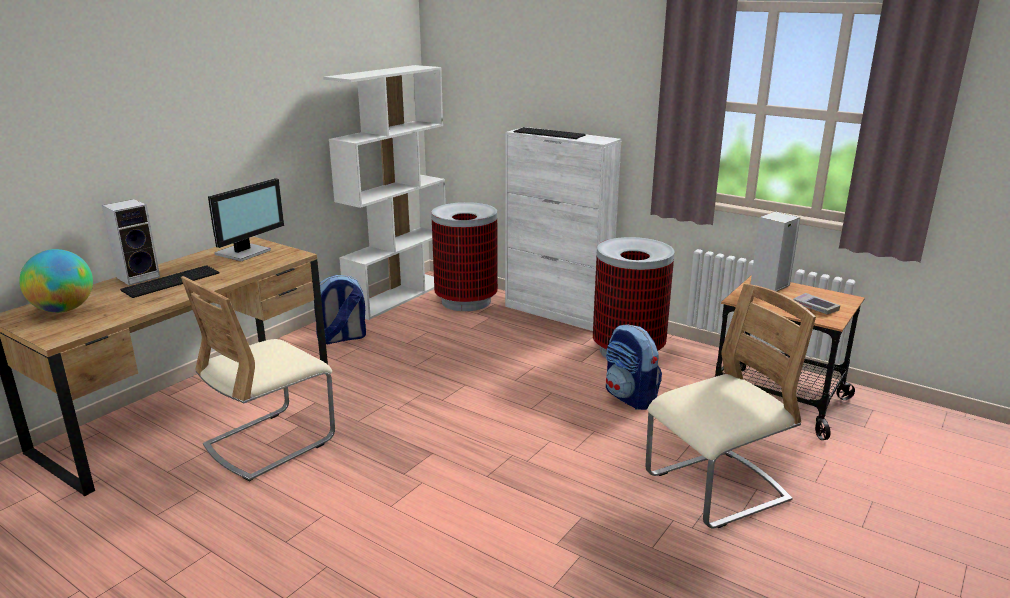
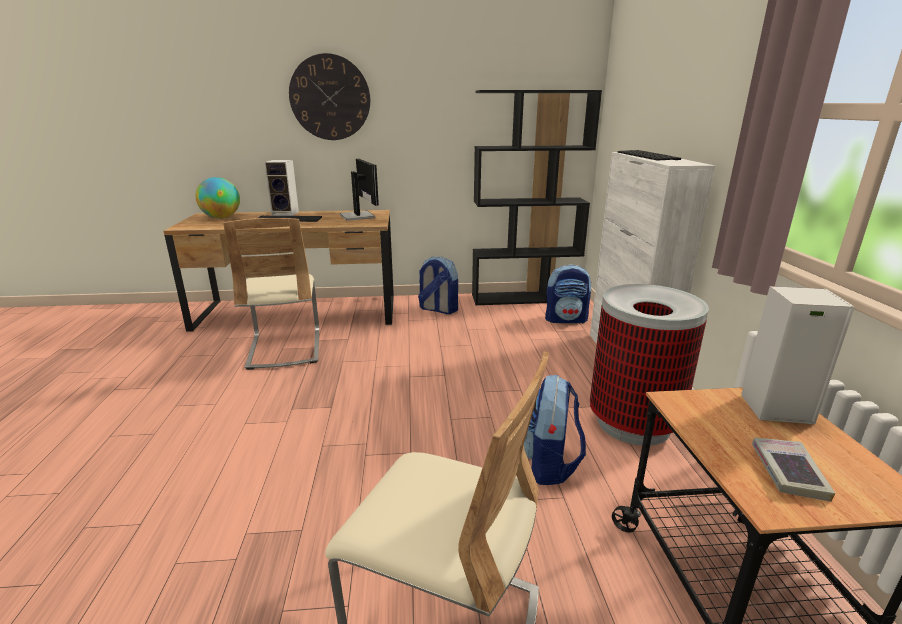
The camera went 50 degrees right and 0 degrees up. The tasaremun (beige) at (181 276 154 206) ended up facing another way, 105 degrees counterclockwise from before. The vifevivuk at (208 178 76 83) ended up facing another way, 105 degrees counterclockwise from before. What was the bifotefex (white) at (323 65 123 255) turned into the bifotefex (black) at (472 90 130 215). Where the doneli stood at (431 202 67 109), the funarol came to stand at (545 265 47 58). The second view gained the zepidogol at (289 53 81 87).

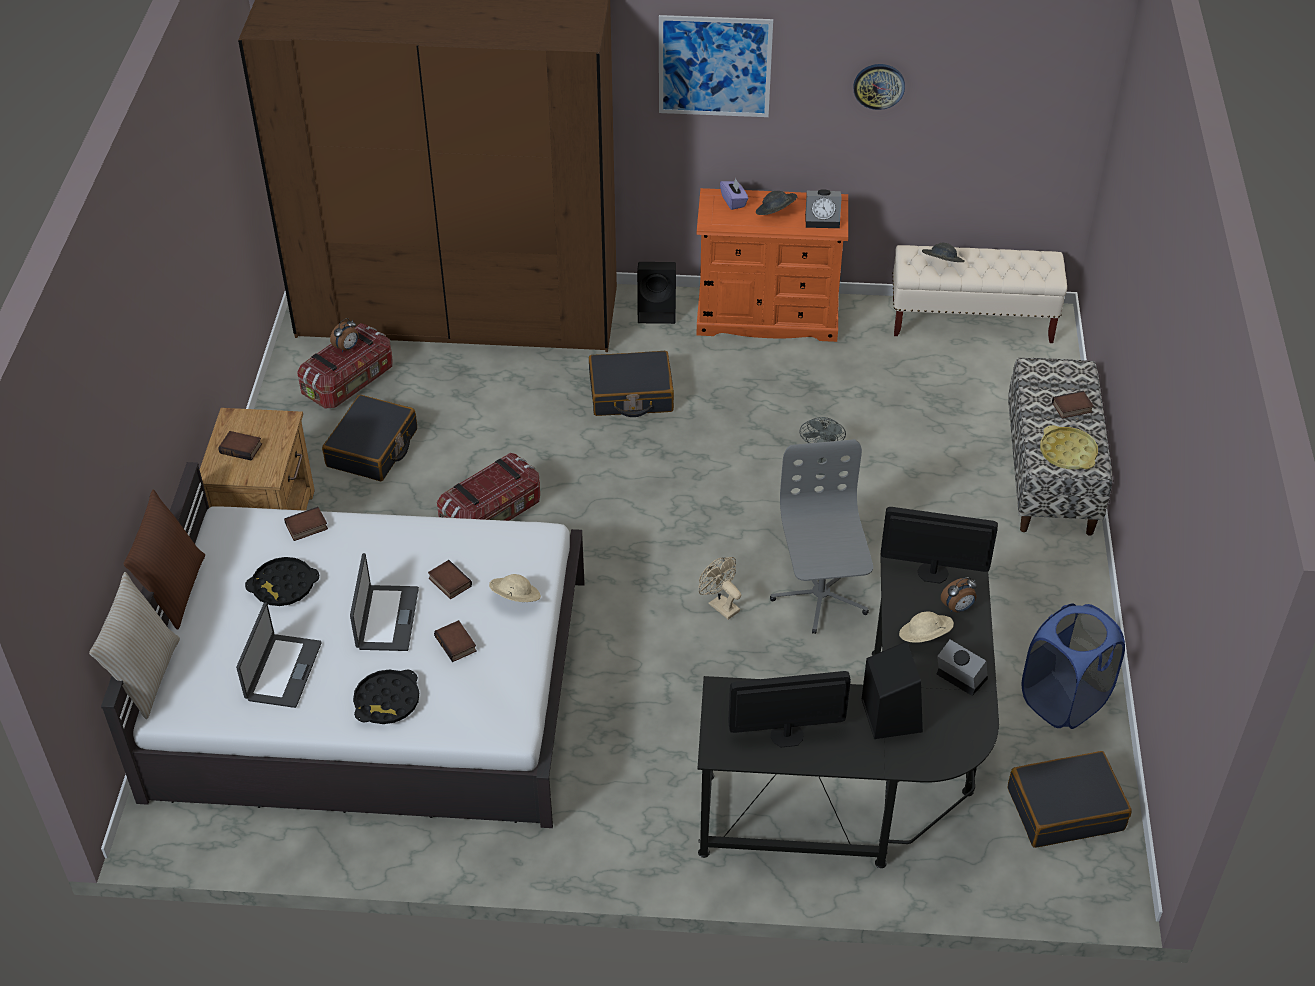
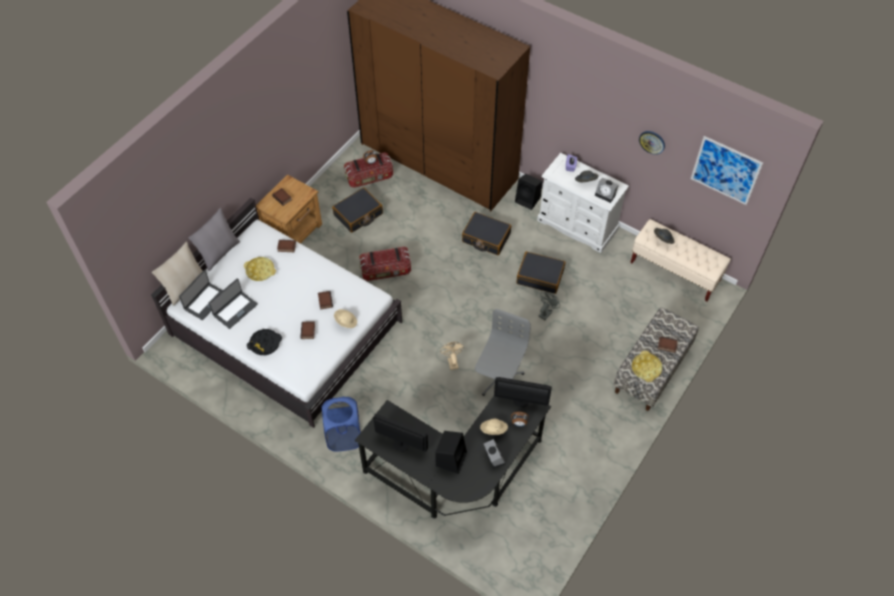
The camera went 30 degrees right and 10 degrees up. What was the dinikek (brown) at (124 490 81 140) turned into the dinikek (grey) at (188 208 52 63). What was the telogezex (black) at (245 557 74 49) turned into the telogezex (yellow) at (244 257 32 24). The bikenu ended up elsewhere, having gone from (350 553 69 98) to (179 270 44 50). The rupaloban ended up elsewhere, having gone from (659 15 114 102) to (691 136 72 69). What was the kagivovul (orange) at (697 188 151 154) turned into the kagivovul (white) at (537 153 92 100). The vifevivuk at (881 507 117 76) ended up facing another way, 150 degrees clockwise from before. The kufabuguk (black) ended up elsewhere, having gone from (1008 751 124 97) to (516 252 49 42). The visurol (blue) ended up elsewhere, having gone from (1021 603 104 126) to (321 397 40 55).

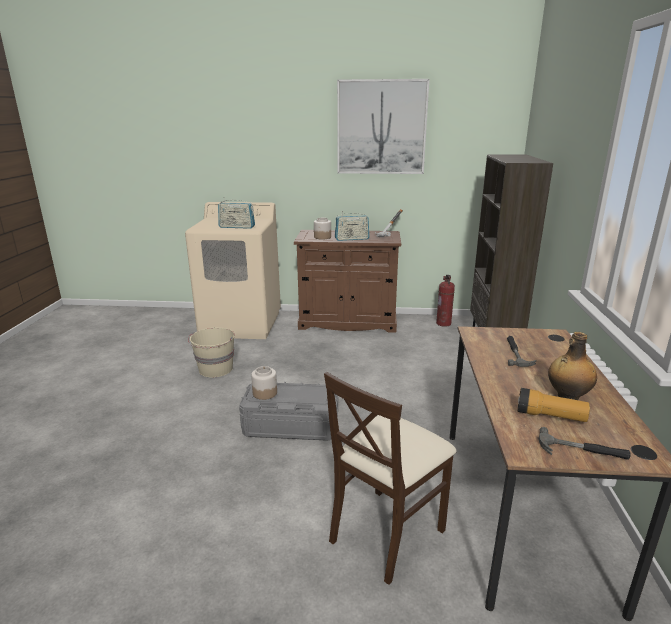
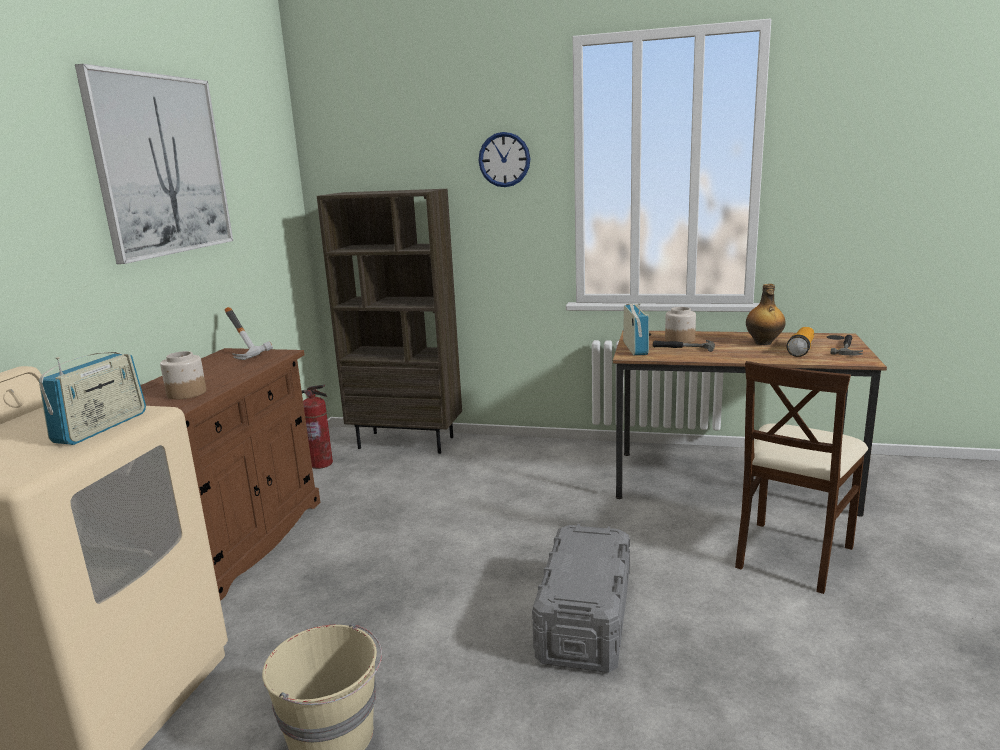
The camera went 80 degrees left and 5 degrees down. The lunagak ended up elsewhere, having gone from (251 366 26 34) to (665 307 31 36). The tasaremun (beige) at (324 372 133 213) ended up facing another way, 75 degrees clockwise from before. The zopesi ended up elsewhere, having gone from (335 211 35 30) to (623 303 26 52). The second view gained the zepidogol at (479 132 51 55).

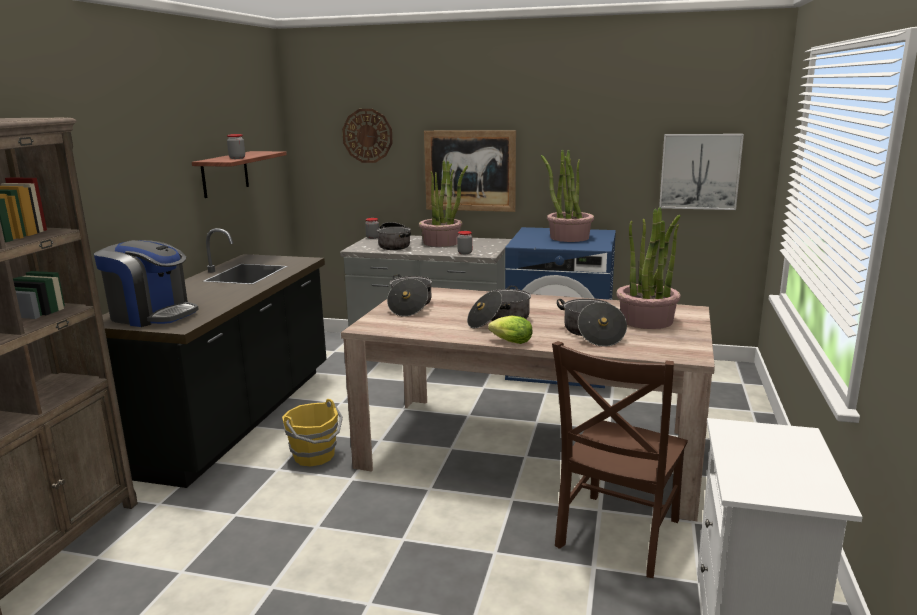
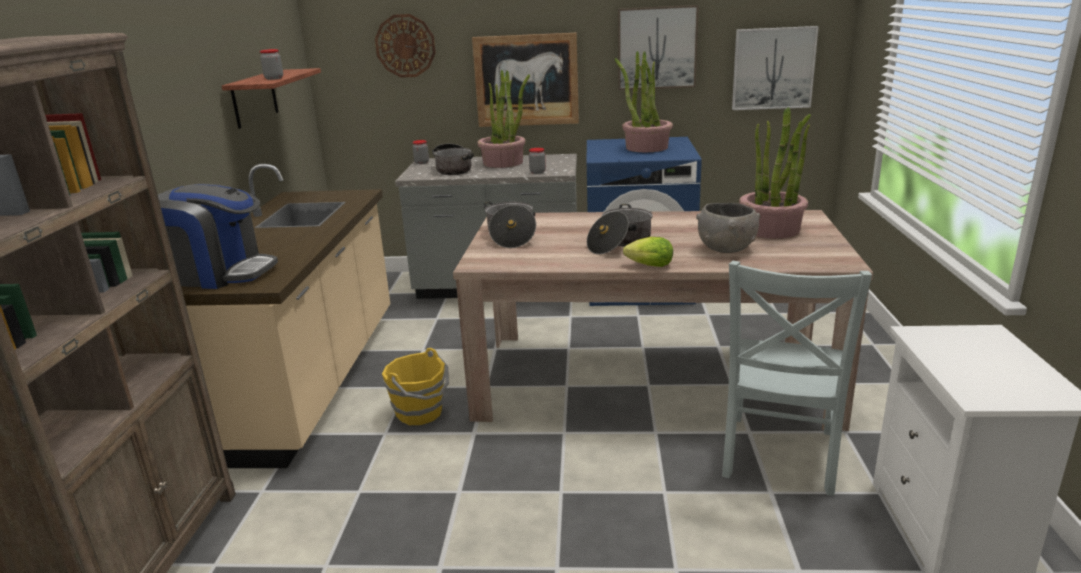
The camera went 10 degrees left and 5 degrees up. What was the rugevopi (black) at (102 228 225 260) turned into the rugevopi (beige) at (181 164 209 304). What was the tasaremun (brown) at (552 341 136 237) turned into the tasaremun (grey) at (722 261 150 234). Where the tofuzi stood at (557 299 70 48), the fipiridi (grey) came to stand at (696 203 65 50). The second view gained the rupaloban at (618 5 81 85).

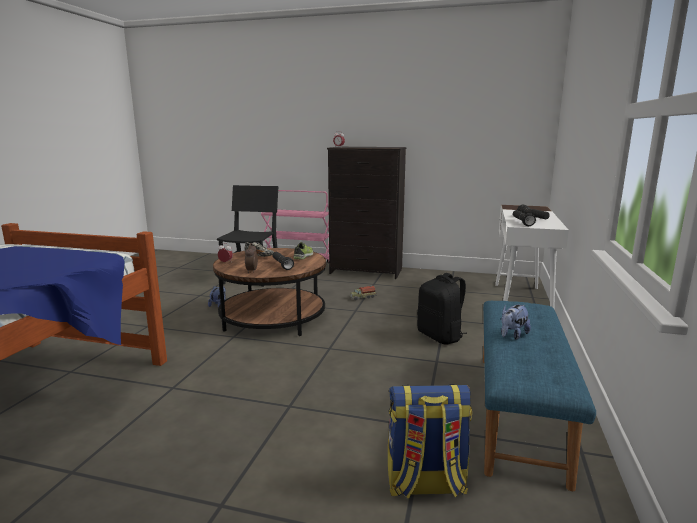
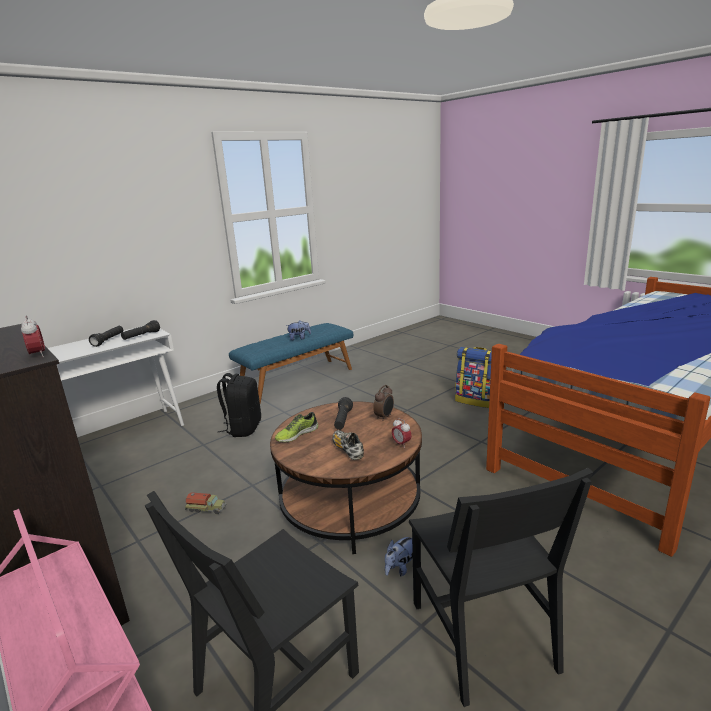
The camera went 145 degrees left and 5 degrees up. The funarol ended up elsewhere, having gone from (388 384 84 115) to (455 347 37 61). The second view gained the tasaremun (black) at (409 468 184 239).

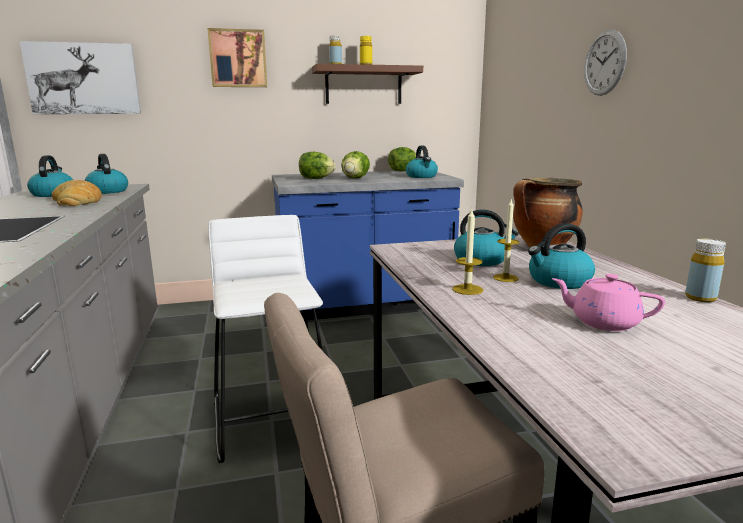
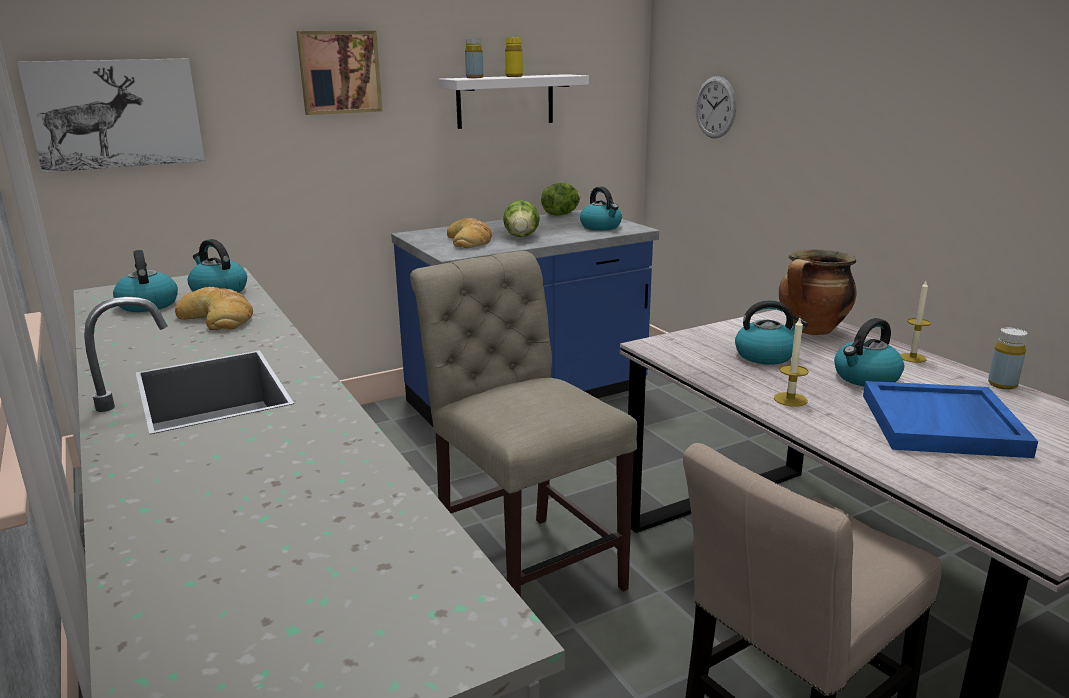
The camera went 15 degrees left and 5 degrees up. Where the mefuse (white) stood at (208 215 115 248), the tasaremun (beige) came to stand at (410 251 227 346). Where the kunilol stood at (299 152 37 27), the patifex came to stand at (447 218 45 30). What was the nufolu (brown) at (312 64 111 40) turned into the nufolu (white) at (438 74 151 55). The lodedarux ended up elsewhere, having gone from (493 198 26 84) to (900 281 31 82). Where the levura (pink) stood at (552 274 113 57), the telogezex (blue) came to stand at (863 381 175 77). The zepidogol ended up elsewhere, having gone from (584 30 43 66) to (696 76 40 62).

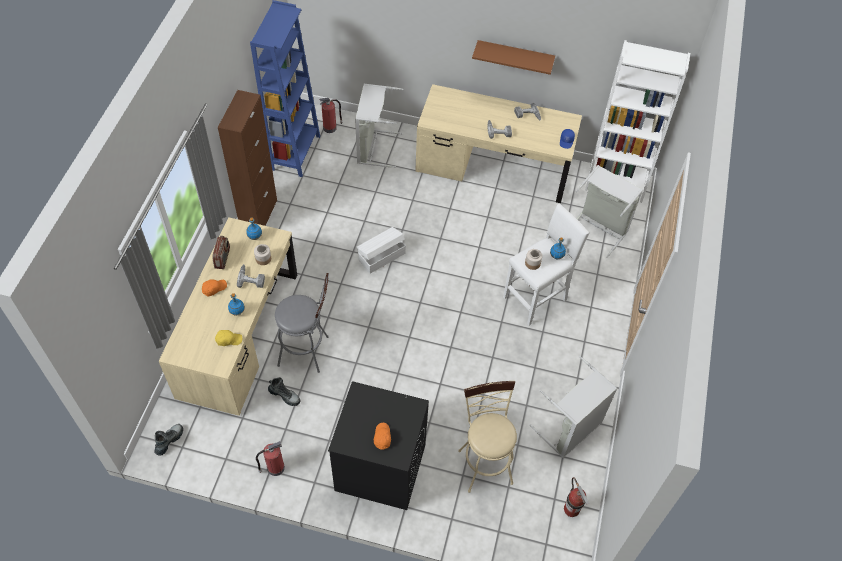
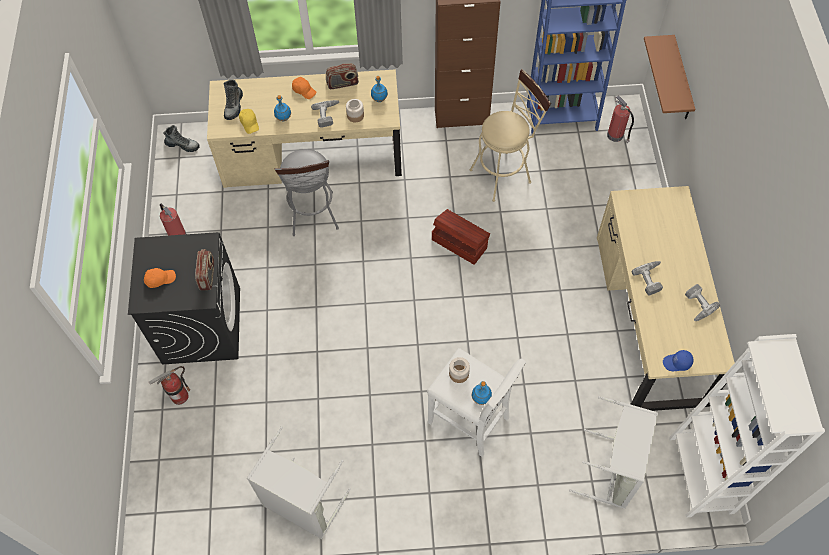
The camera went 75 degrees right and 5 degrees up. The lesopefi ended up elsewhere, having gone from (268 377 32 29) to (223 80 20 40). The second view lost the visurol (grey) at (355 84 49 84). What was the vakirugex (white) at (357 227 49 47) turned into the vakirugex (brown) at (432 209 58 56). The mefuse (beige) ended up elsewhere, having gone from (458 381 59 112) to (470 69 81 133). The nufolu (brown) ended up elsewhere, having gone from (472 40 83 35) to (644 35 51 84). The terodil ended up elsewhere, having gone from (564 477 25 40) to (149 366 41 39). The second view gained the zopesi at (195 249 19 41).

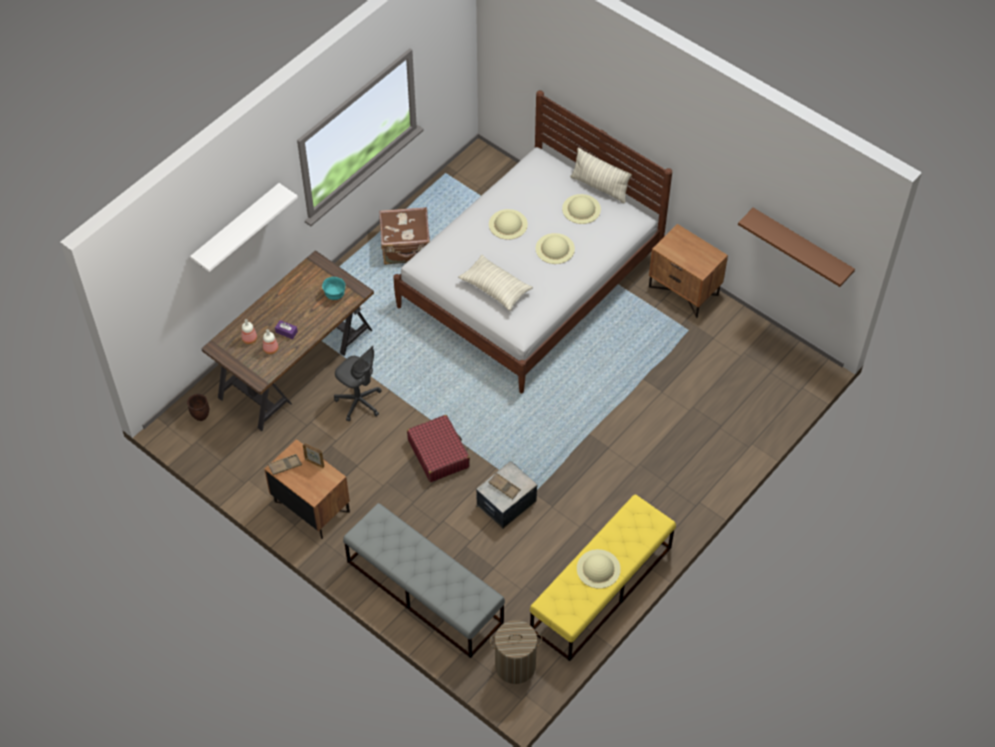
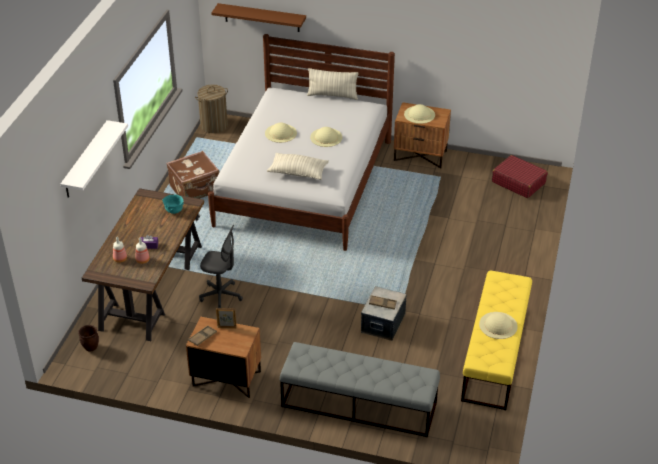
The camera went 25 degrees left and 15 degrees down. The kufabuguk (red) ended up elsewhere, having gone from (407 415 63 67) to (492 155 56 43). The visurol ended up elsewhere, having gone from (490 620 52 64) to (195 85 33 48). The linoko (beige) ended up elsewhere, having gone from (562 194 39 30) to (404 104 31 20). The nufolu (brown) ended up elsewhere, having gone from (738 208 117 79) to (211 3 95 29).

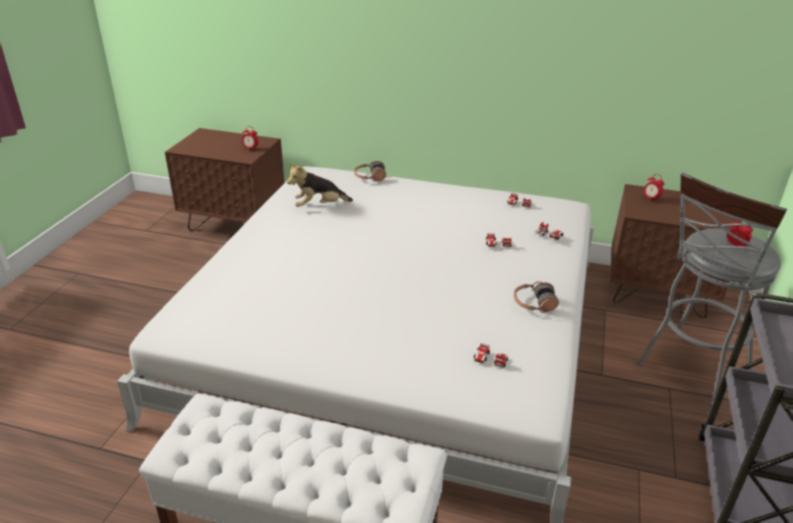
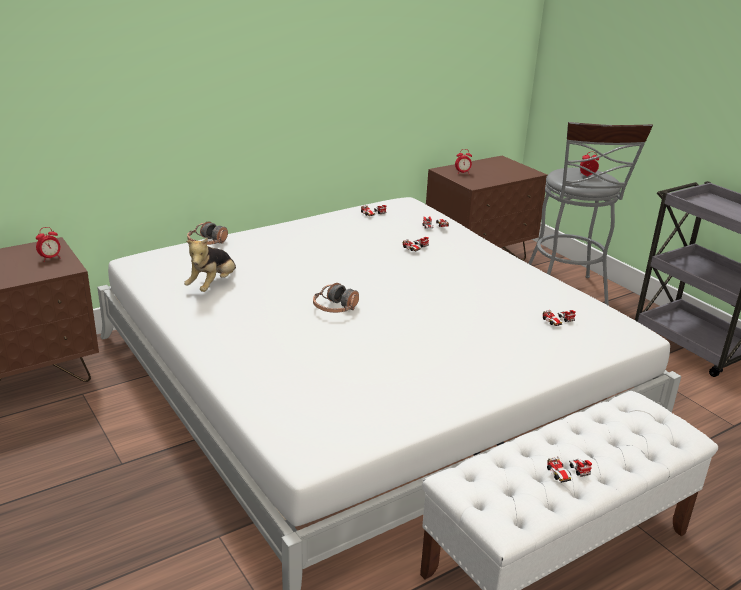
The camera went 50 degrees left and 5 degrees down. The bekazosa ended up elsewhere, having gone from (514 281 45 32) to (313 283 46 30). The second view gained the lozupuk at (547 457 45 26).

